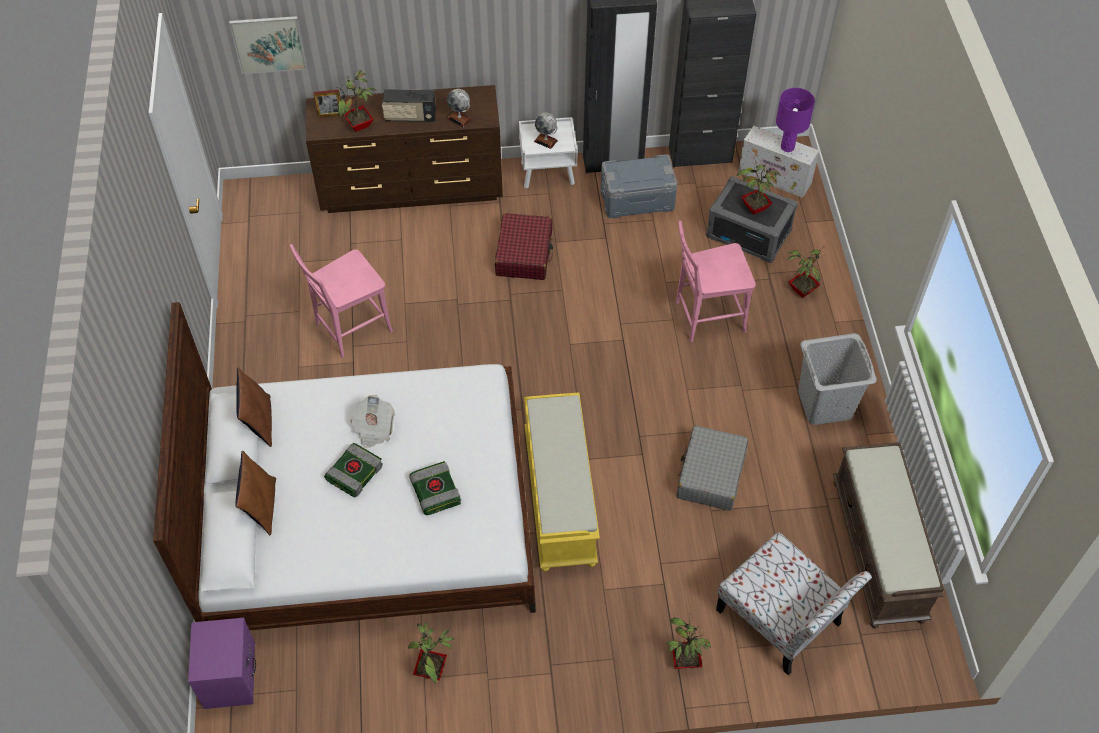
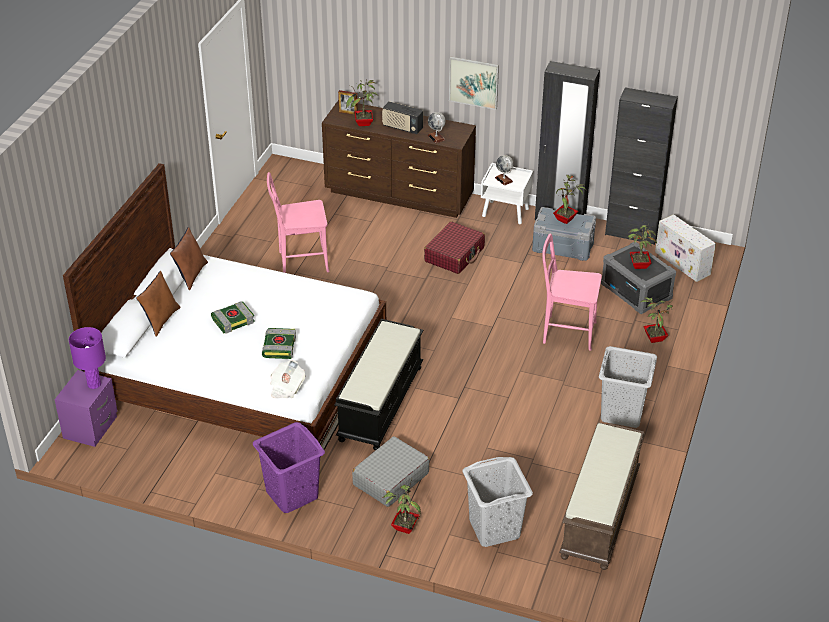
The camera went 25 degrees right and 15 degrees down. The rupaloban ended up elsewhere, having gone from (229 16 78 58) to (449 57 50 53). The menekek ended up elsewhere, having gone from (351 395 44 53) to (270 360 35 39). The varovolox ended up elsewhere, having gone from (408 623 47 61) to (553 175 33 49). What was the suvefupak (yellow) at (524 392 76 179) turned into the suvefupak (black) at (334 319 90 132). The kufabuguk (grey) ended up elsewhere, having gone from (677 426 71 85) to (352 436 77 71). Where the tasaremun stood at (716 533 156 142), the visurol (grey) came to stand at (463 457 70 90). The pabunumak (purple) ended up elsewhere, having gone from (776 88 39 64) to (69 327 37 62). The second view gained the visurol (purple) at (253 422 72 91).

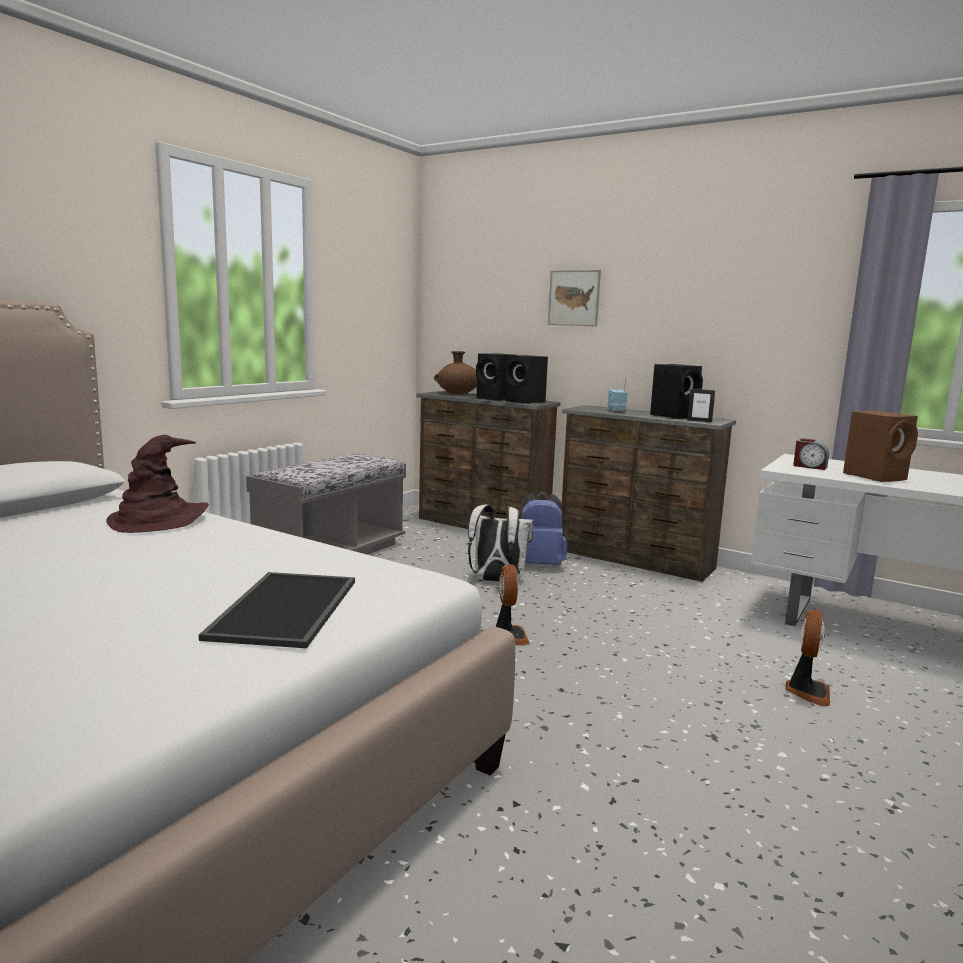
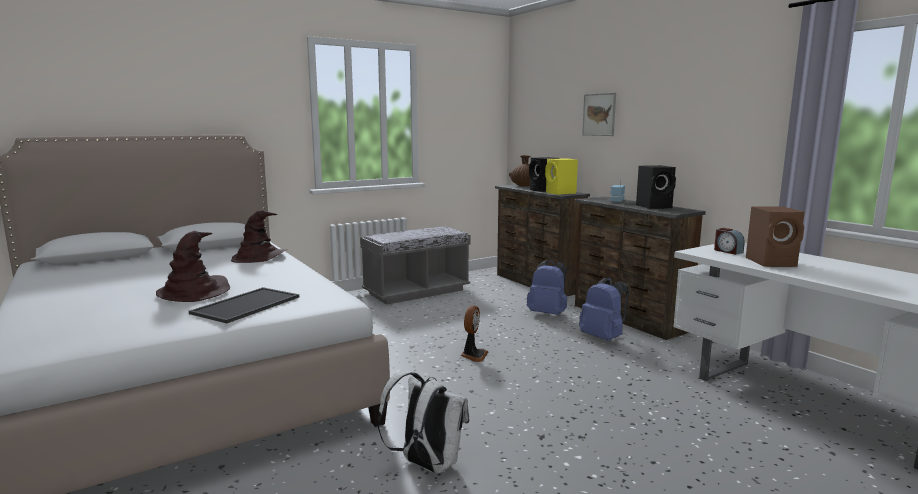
The camera went 25 degrees right and 0 degrees up. The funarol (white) ended up elsewhere, having gone from (468 505 65 77) to (378 371 91 103). What was the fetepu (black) at (505 355 43 49) turned into the fetepu (yellow) at (545 158 33 37). The second view lost the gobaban at (687 389 28 33). The second view lost the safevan at (785 610 45 96). The second view gained the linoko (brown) at (156 231 74 71). The second view gained the funarol (blue) at (579 278 50 63).

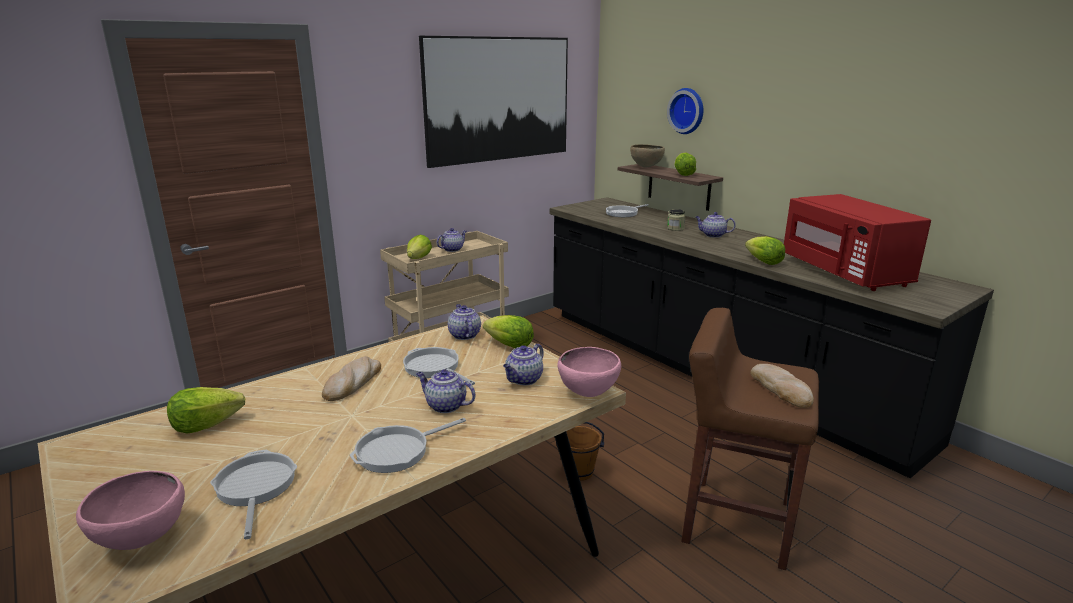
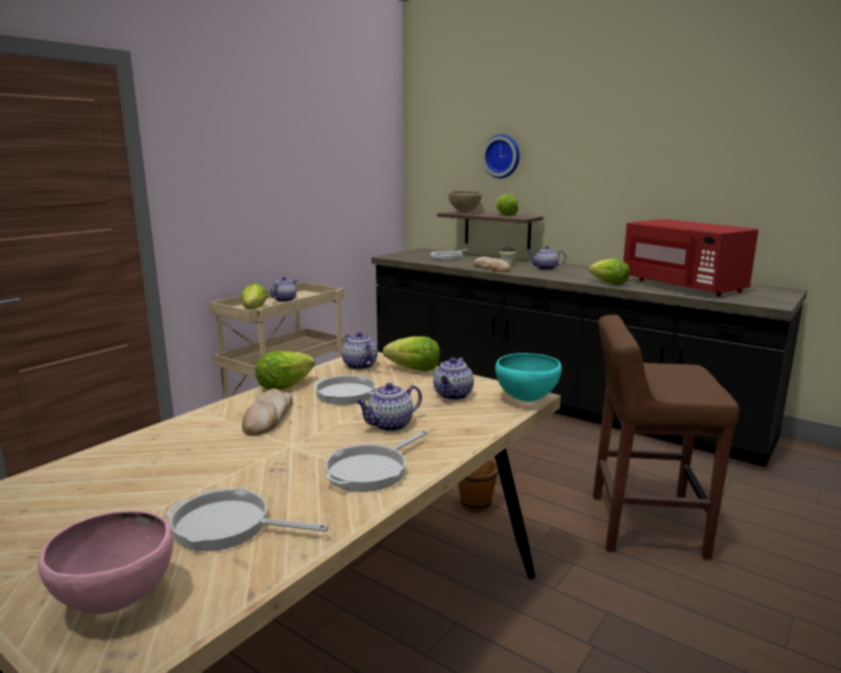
The camera went 15 degrees left and 5 degrees down. The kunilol ended up elsewhere, having gone from (167 387 78 47) to (256 351 59 39). The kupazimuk at (210 449 87 91) ended up facing another way, 45 degrees counterclockwise from before. The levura at (416 369 59 44) ended up facing another way, 45 degrees counterclockwise from before. The second view lost the rupaloban at (419 36 149 132). What was the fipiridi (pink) at (557 347 64 50) turned into the fipiridi (turquoise) at (495 353 67 49). The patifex ended up elsewhere, having gone from (750 364 64 44) to (473 257 38 15).

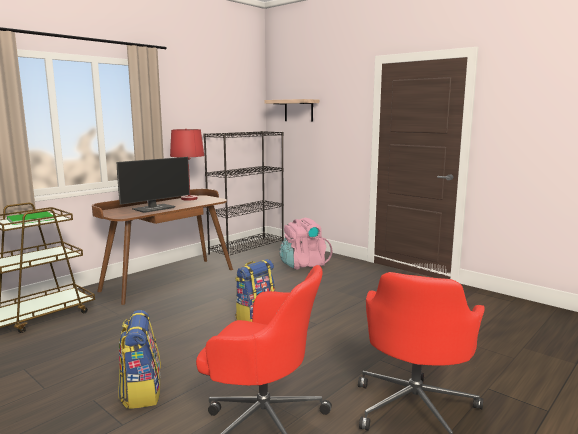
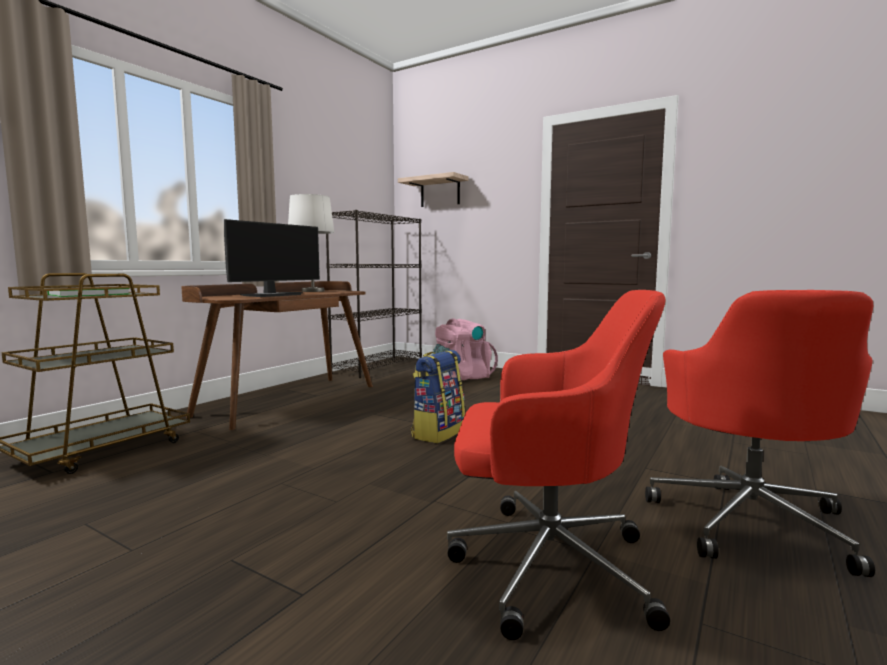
The camera went 10 degrees left and 5 degrees down. The second view lost the funarol at (118 310 43 99). What was the pabunumak (red) at (170 129 34 72) turned into the pabunumak (white) at (288 194 46 98).

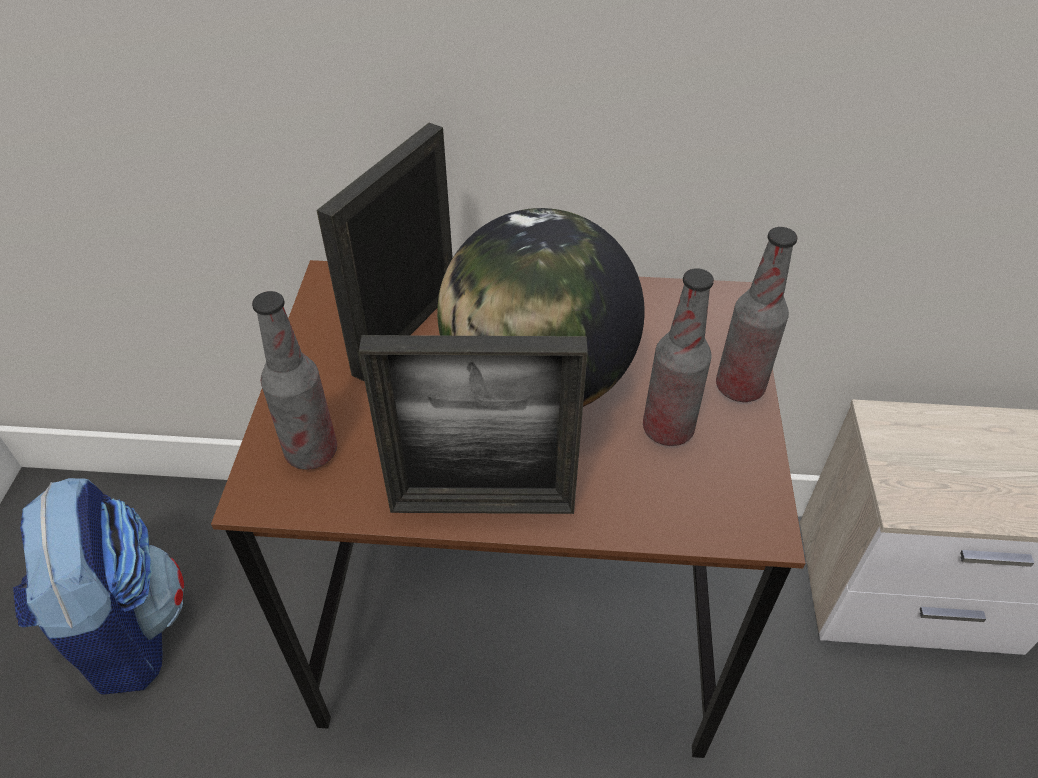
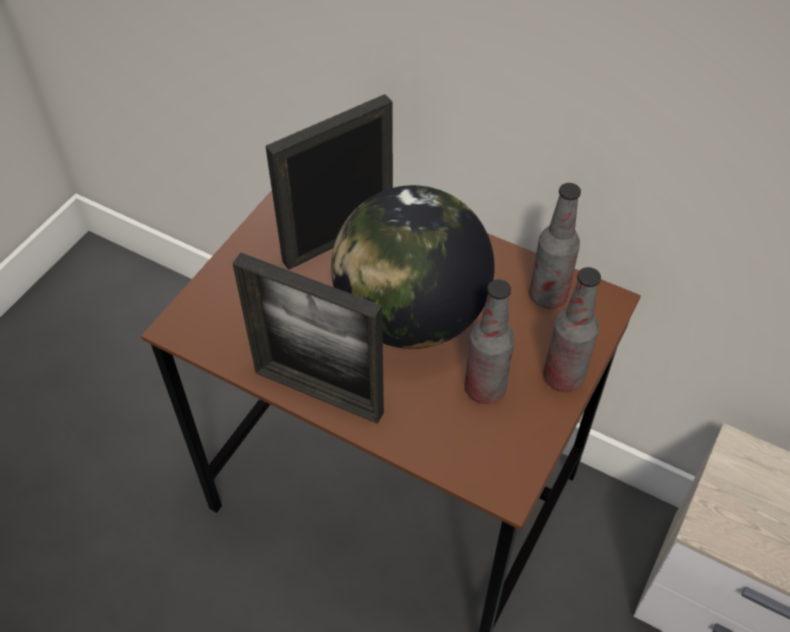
The camera went 25 degrees right and 5 degrees up. The second view lost the funarol at (13 478 171 217). The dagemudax ended up elsewhere, having gone from (252 291 85 179) to (529 183 52 126).

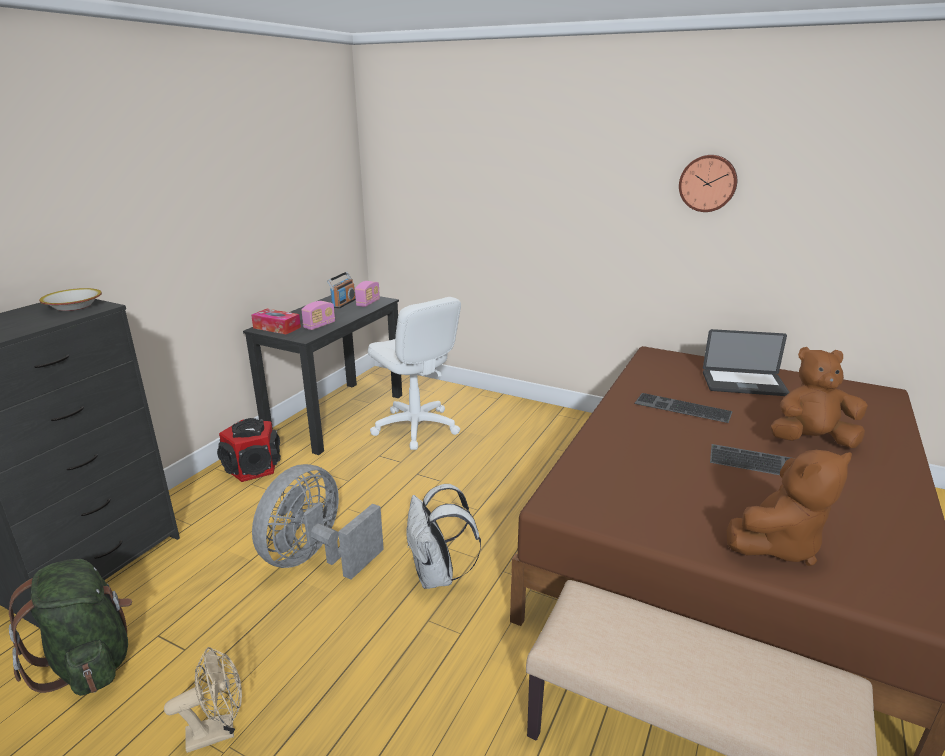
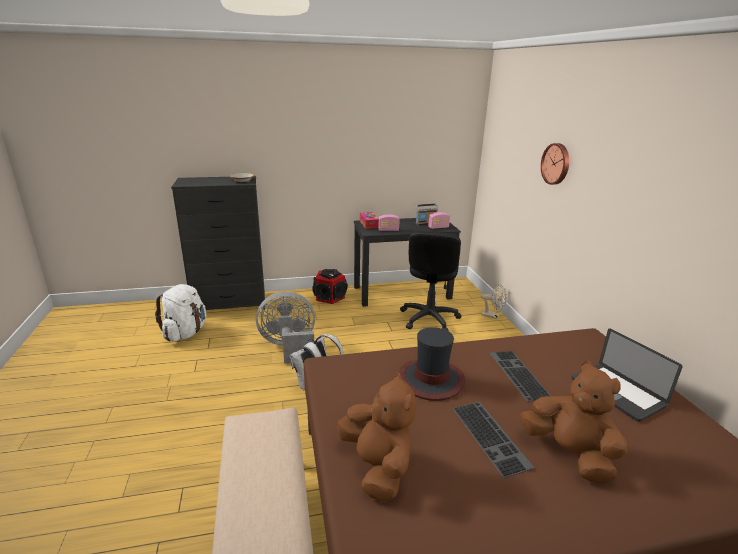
The camera went 50 degrees right and 0 degrees up. What was the funarol (green) at (8 559 124 137) turned into the funarol (white) at (155 284 52 58). The safevan (beige) ended up elsewhere, having gone from (164 647 78 106) to (481 284 26 35). What was the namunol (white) at (368 297 93 153) turned into the namunol (black) at (400 231 62 100). The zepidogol ended up elsewhere, having gone from (679 155 58 57) to (541 143 28 42). The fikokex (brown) at (727 450 125 116) ended up facing another way, 135 degrees counterclockwise from before. The second view gained the linoko at (399 327 67 74).

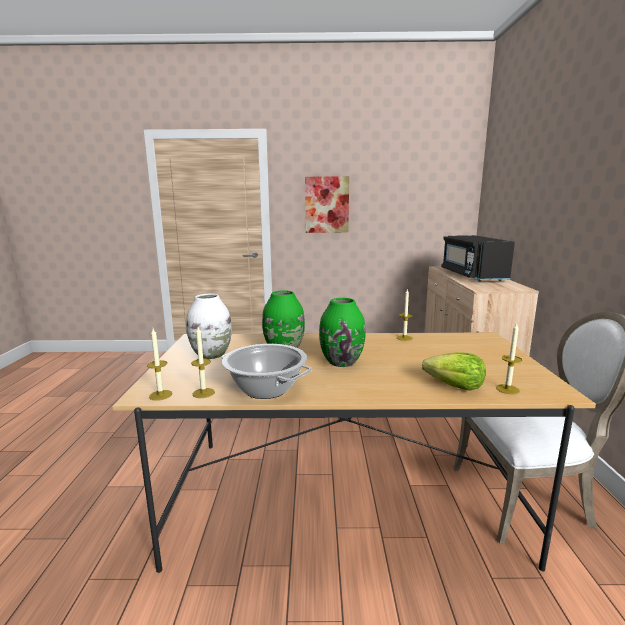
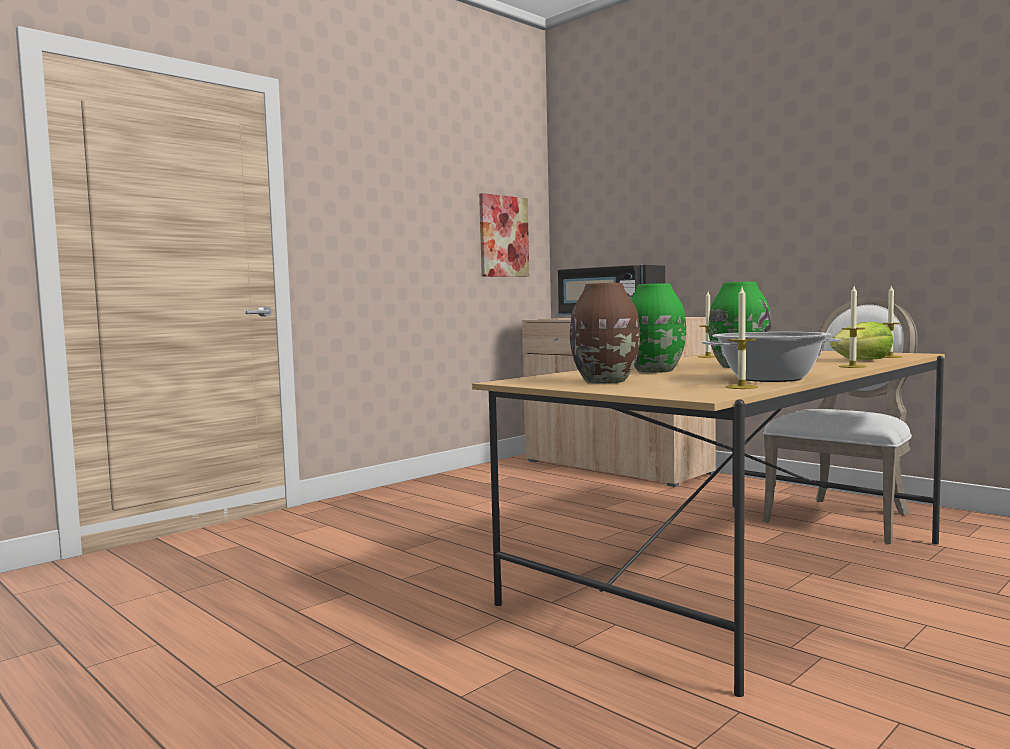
The camera went 45 degrees left and 10 degrees down. The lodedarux ended up elsewhere, having gone from (147 328 25 73) to (839 286 28 82). What was the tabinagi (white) at (186 294 46 65) turned into the tabinagi (brown) at (570 283 70 101). The rupaloban ended up elsewhere, having gone from (305 176 44 57) to (479 193 50 84).

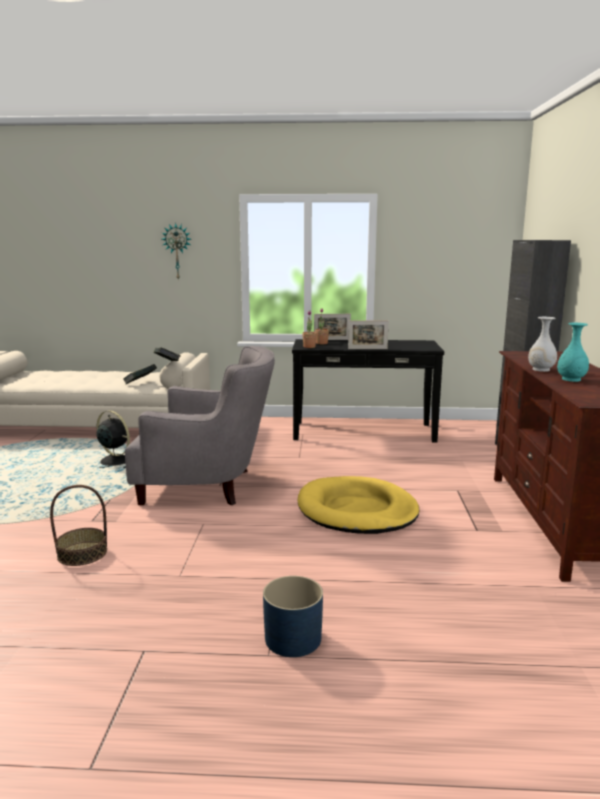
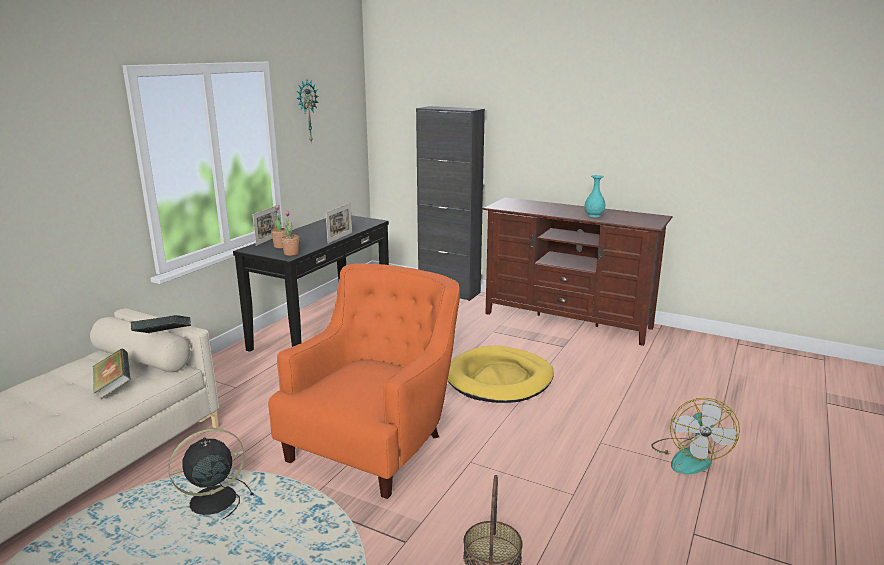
The camera went 65 degrees left and 5 degrees up. What was the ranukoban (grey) at (125 346 150 159) turned into the ranukoban (orange) at (268 263 192 236). The zepidogol ended up elsewhere, having gone from (162 223 29 58) to (297 80 22 62). Where the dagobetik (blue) stood at (263 576 60 81), the safevan came to stand at (651 398 89 76). The second view lost the tabinagi (white) at (528 317 29 55).

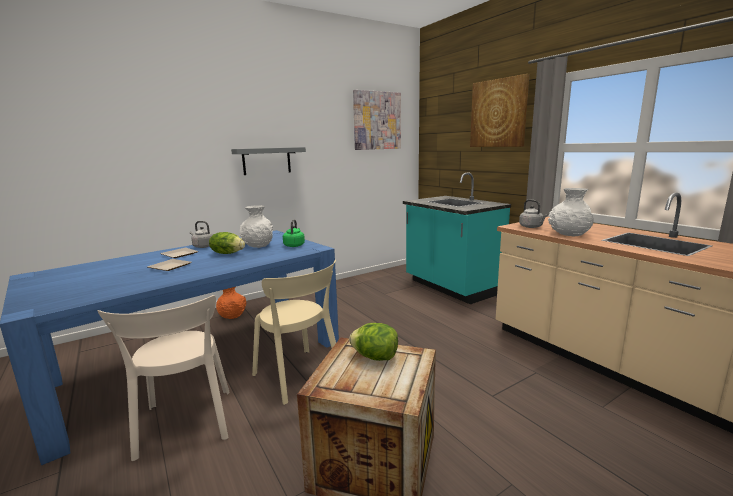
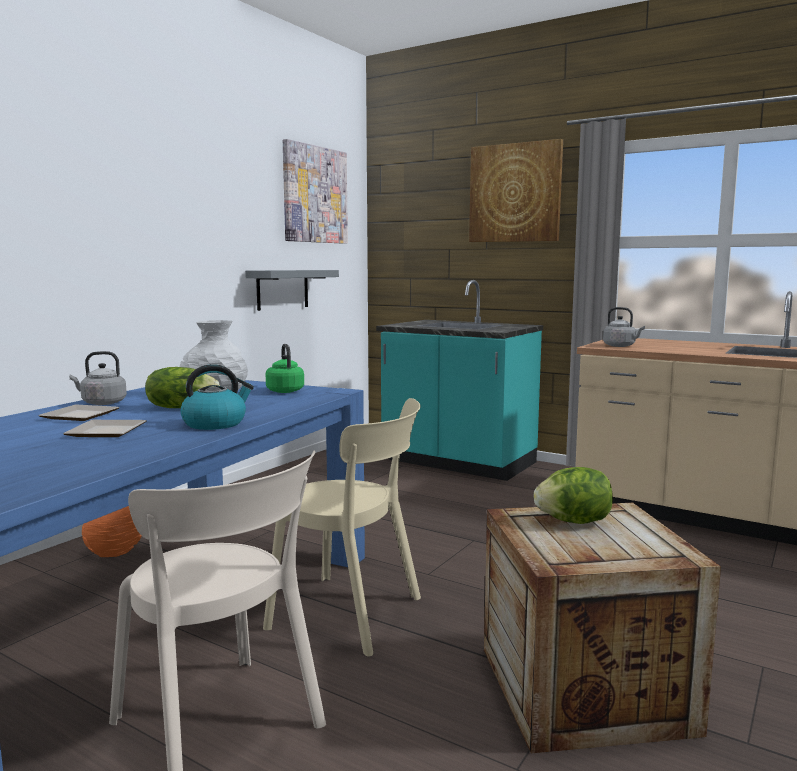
The camera went 25 degrees left and 5 degrees down. The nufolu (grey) ended up elsewhere, having gone from (231 147 75 28) to (245 270 94 41). The second view lost the tabinagi (white) at (548 188 46 48). The second view gained the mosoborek at (181 364 73 66).

